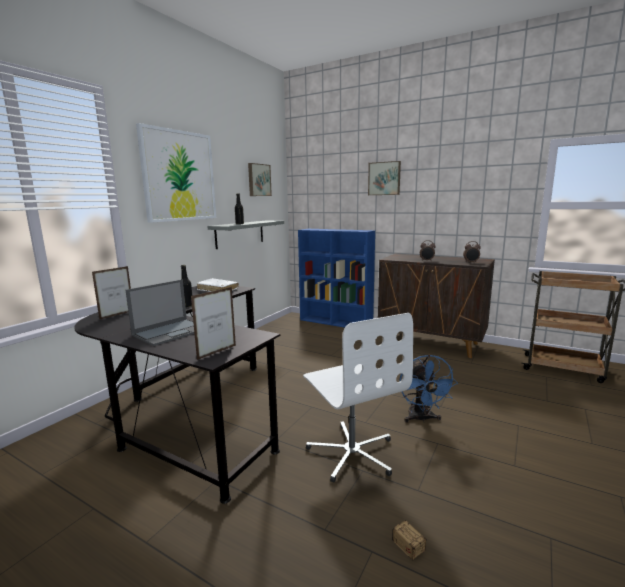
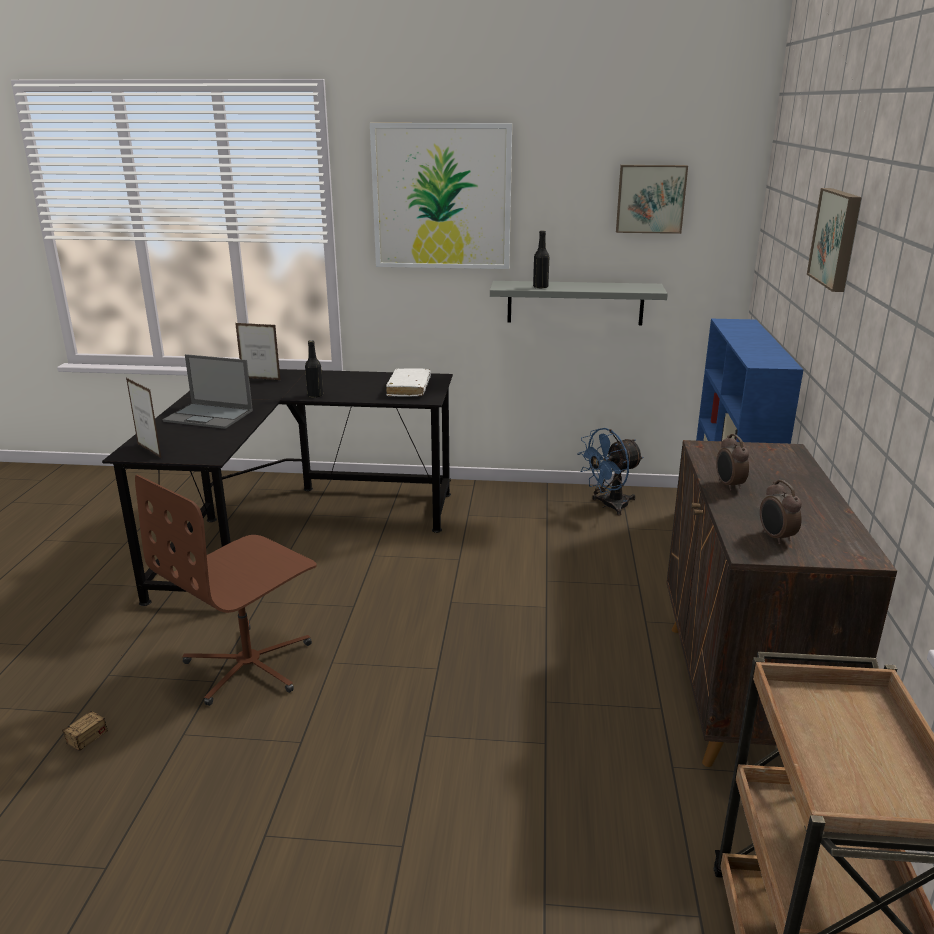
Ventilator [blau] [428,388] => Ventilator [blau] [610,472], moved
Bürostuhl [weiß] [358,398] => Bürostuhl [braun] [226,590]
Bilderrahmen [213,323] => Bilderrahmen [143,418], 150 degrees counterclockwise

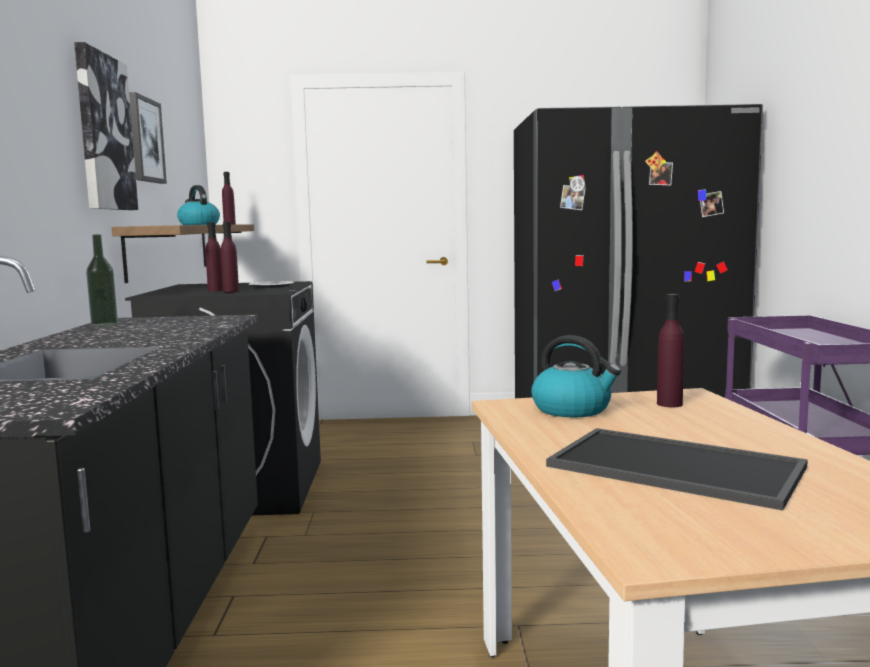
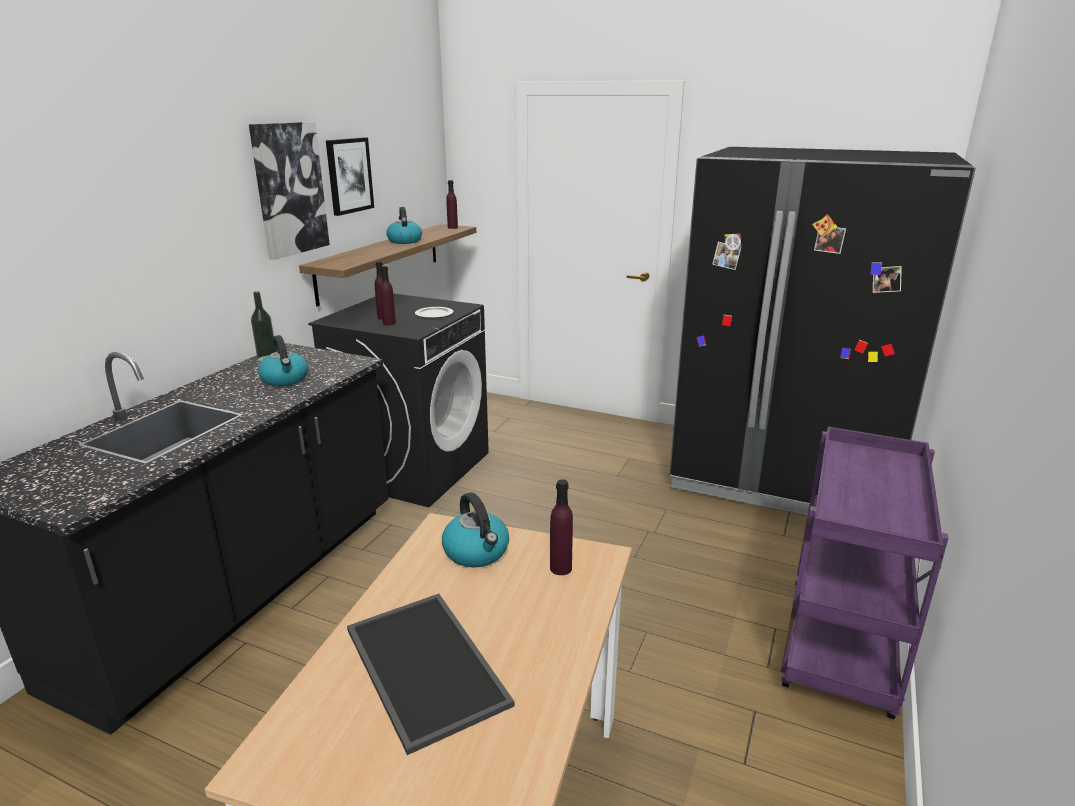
nothing => Wasserkessel [283,360]

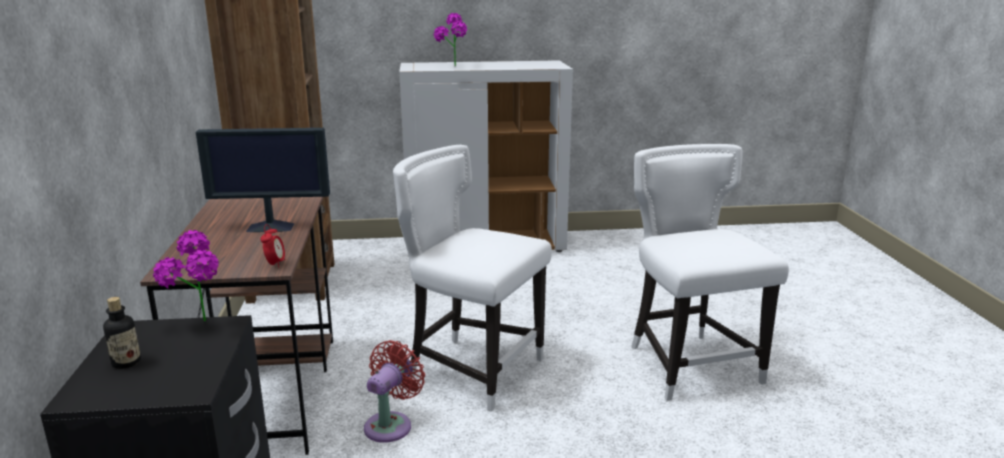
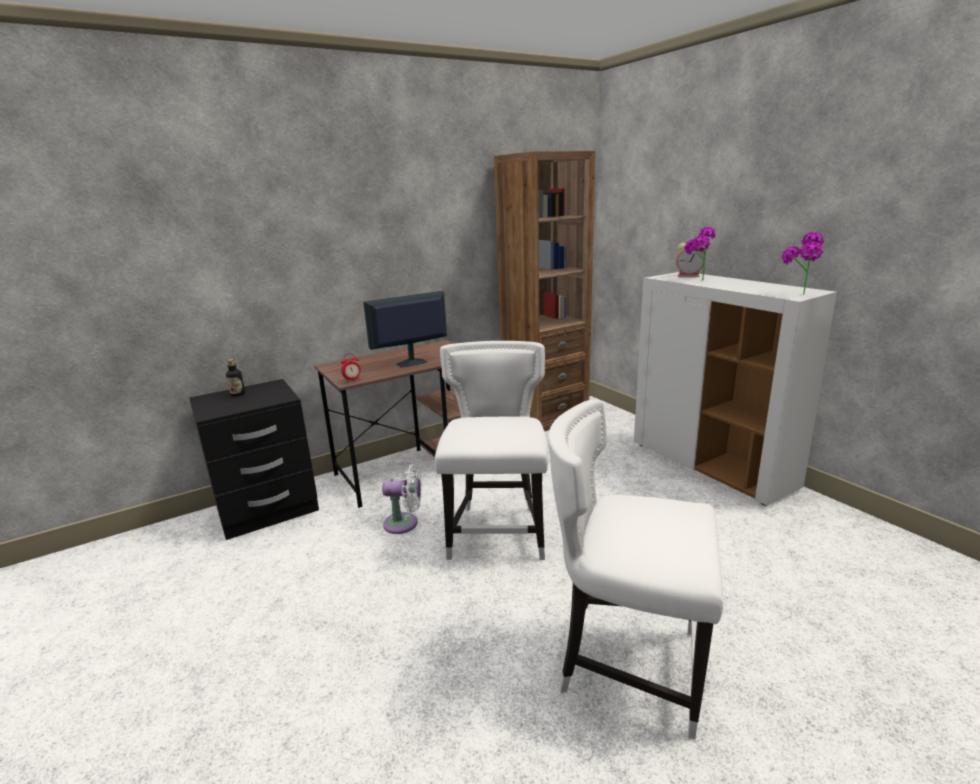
nothing => Wecker [690,260]
Topfpflanze [186,275] => Topfpflanze [803,263], moved
Ventilator [rot] [394,391] => Ventilator [weiß] [402,499]
Monitor [263,180] => Monitor [405,329], 90 degrees clockwise
Stuhl [weiß] [710,272] => Stuhl [weiß] [635,569], 120 degrees counterclockwise

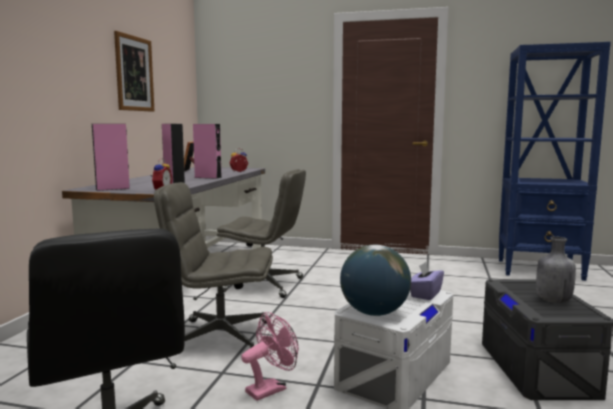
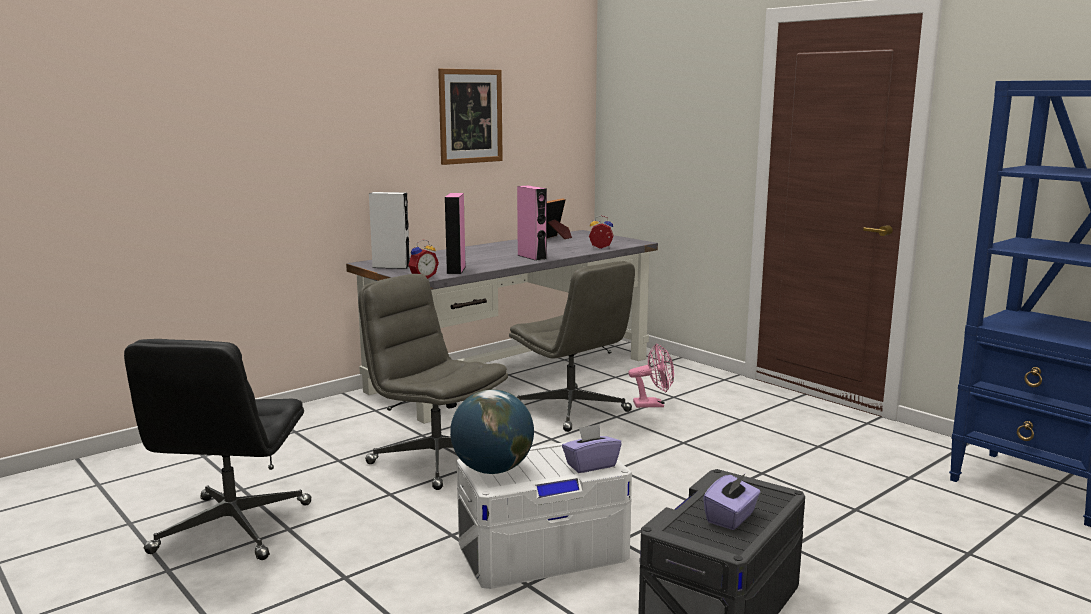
Ventilator [rosa] [269,356] => Ventilator [rosa] [651,375], moved
Flasche [grau] [556,270] => Taschentuchbox [lila] [731,501]
Lautsprecher [rosa] [111,157] => Lautsprecher [weiß] [389,230]

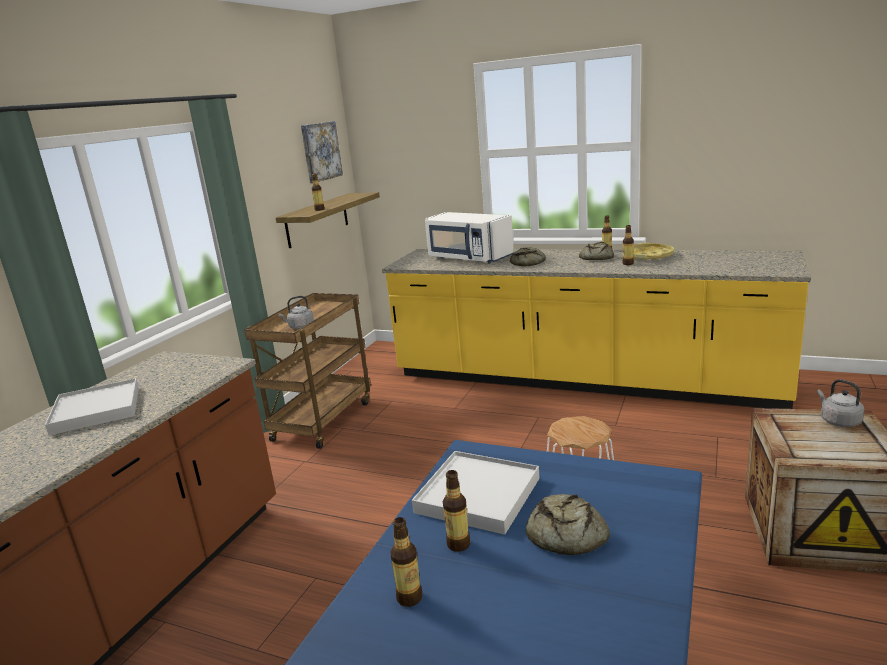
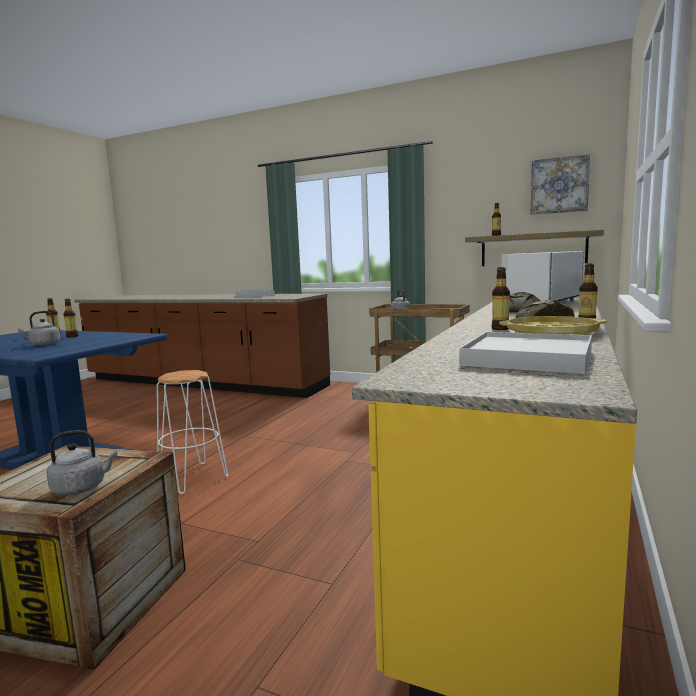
Tablett [weiß] [475,493] => Tablett [weiß] [525,353], moved
Brot [568,524] => Wasserkessel [grau] [39,328]

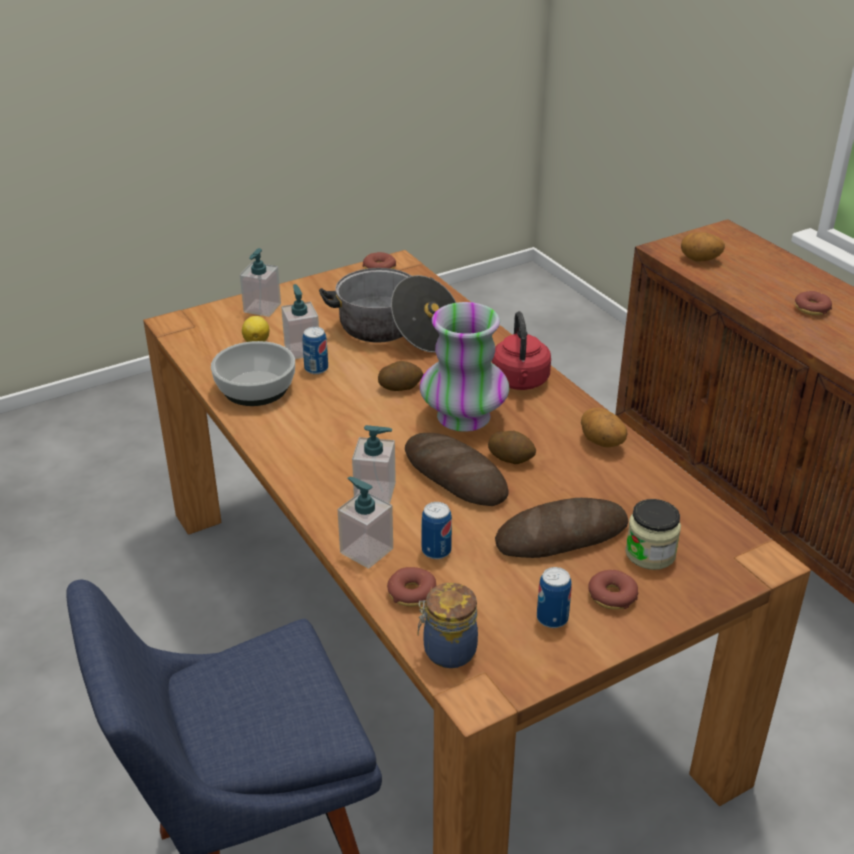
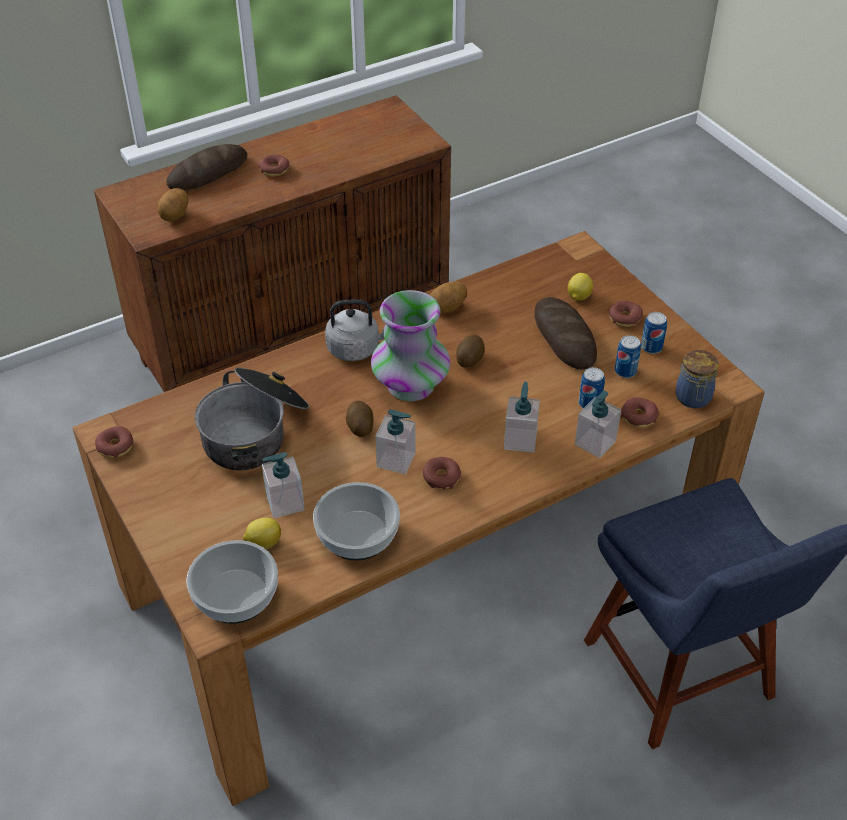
nothing => Schüssel [232,582]
nothing => Donut [442,473]
Seifenspender [260,282] => Seifenspender [395,441], moved
Dose [315,350] => Dose [628,356], moved
Brot [457,469] => Brot [207,167], moved
Vorratsglas [653,534] => Zitrone [580,287]
Wasserkessel [rot] [521,350] => Wasserkessel [grau] [355,330]

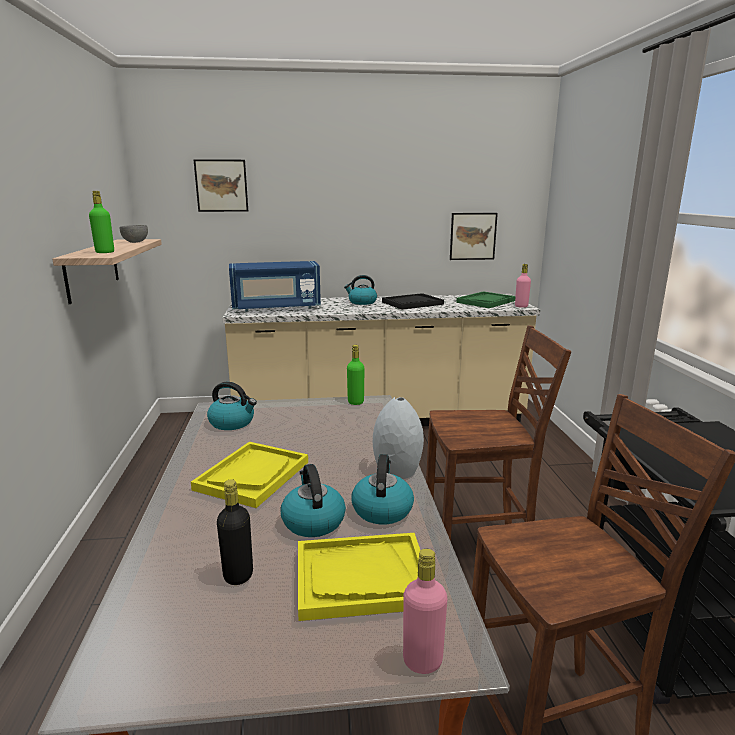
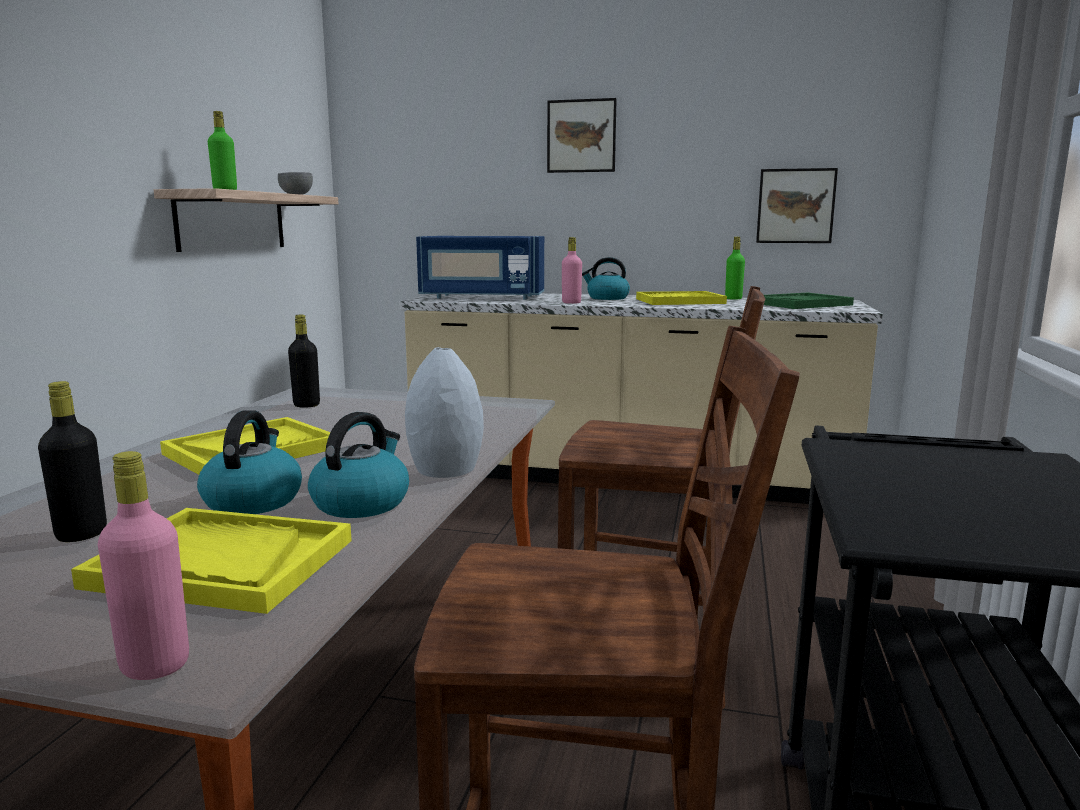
Bild [220,185] => Bild [582,135], moved
Flasche [grün] [355,375] => Flasche [grün] [735,268], moved
Flasche [rosa] [523,286] => Flasche [rosa] [572,270], moved
Wasserkessel [232,406] => Flasche [schwarz] [304,361]
Tablett [schwarz] [413,301] => Tablett [gelb] [681,298]

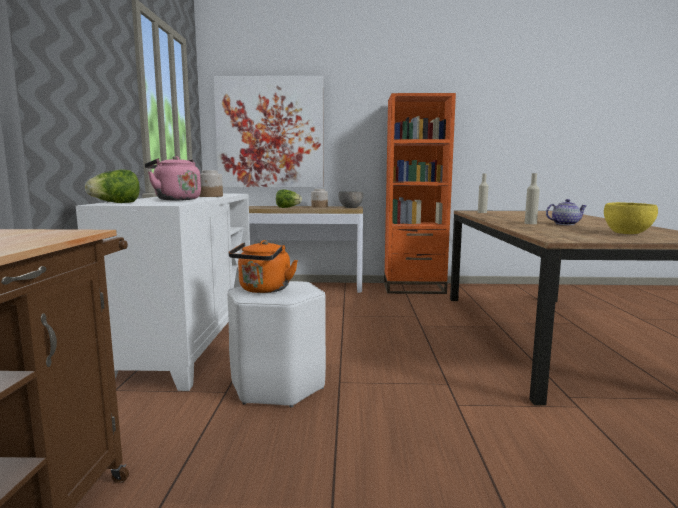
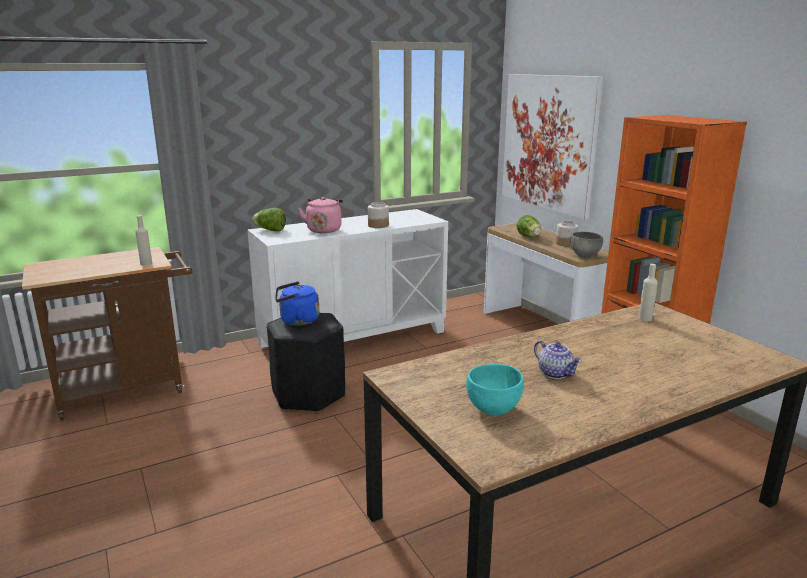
Flasche [beige] [532,198] => Flasche [beige] [143,240], moved
Hocker [weiß] [276,344] => Hocker [schwarz] [306,362]
Wasserkessel [orange] [263,266] => Wasserkessel [blau] [297,304]
Schüssel [gelb] [631,218] => Schüssel [türkis] [495,389]

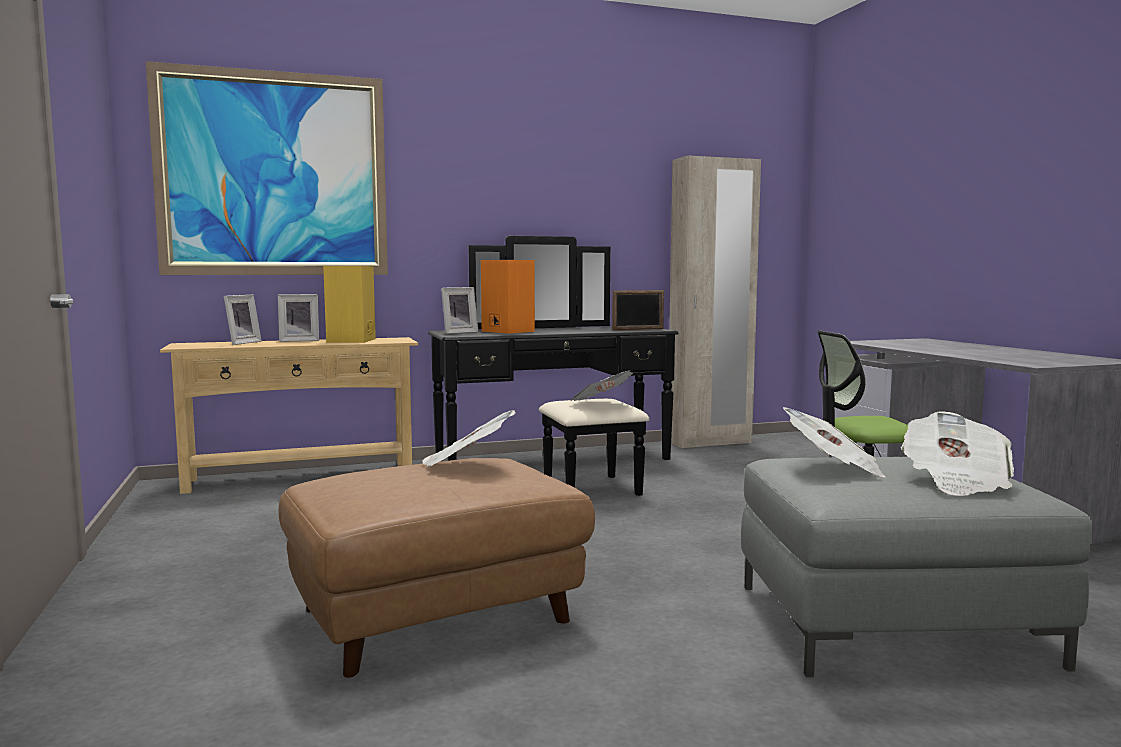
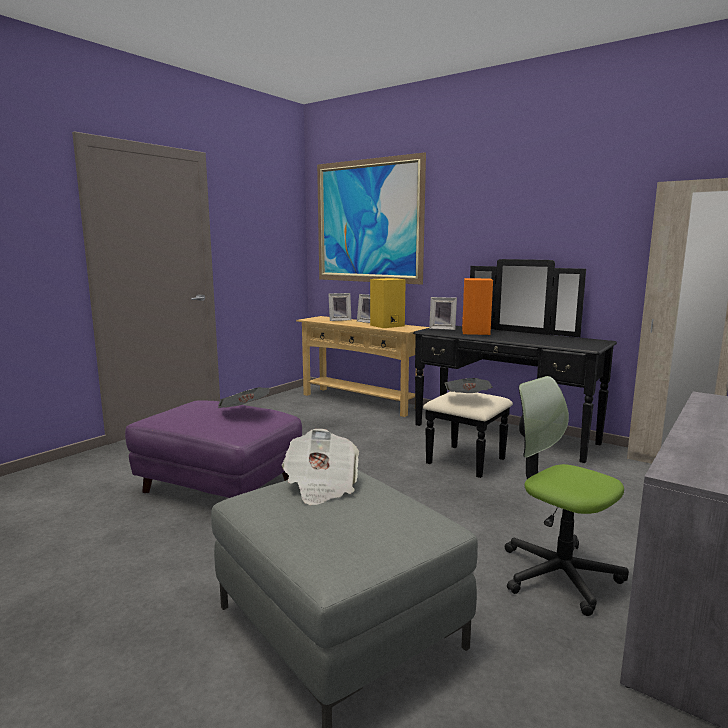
Bilderrahmen [638,310] => nothing
Zeitung [957,453] => nothing
Polsterhocker [braun] [436,568] => Polsterhocker [lila] [213,449]

